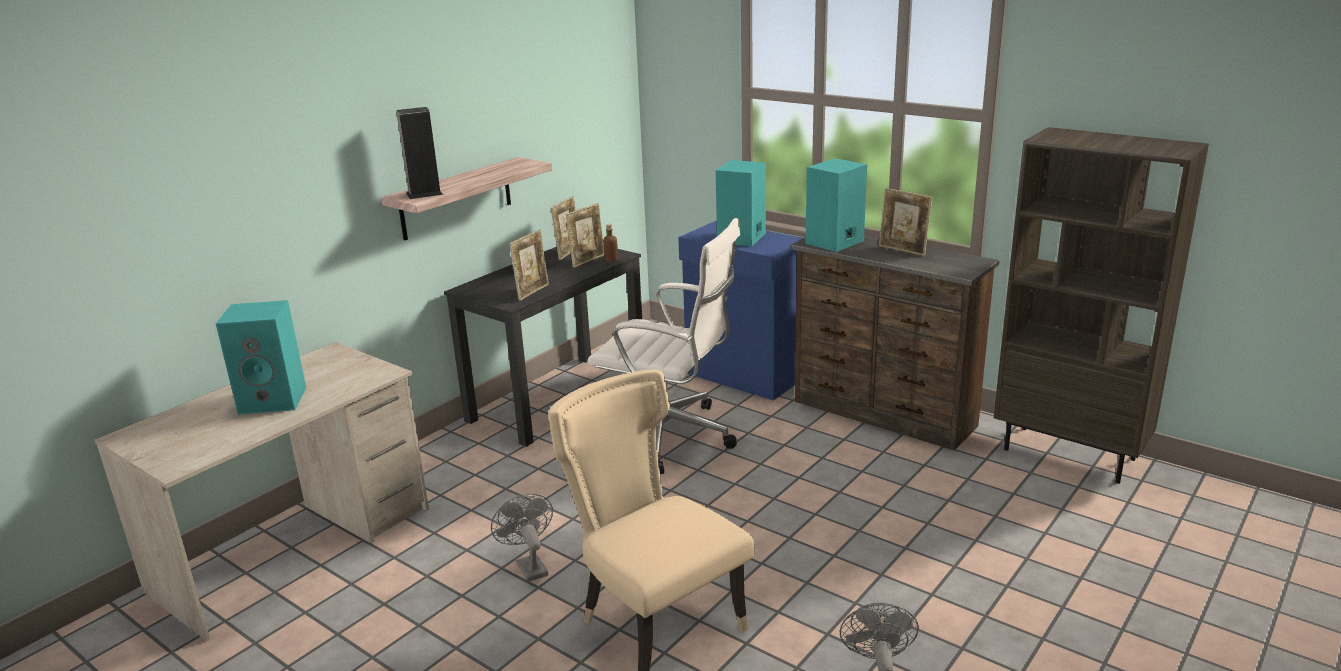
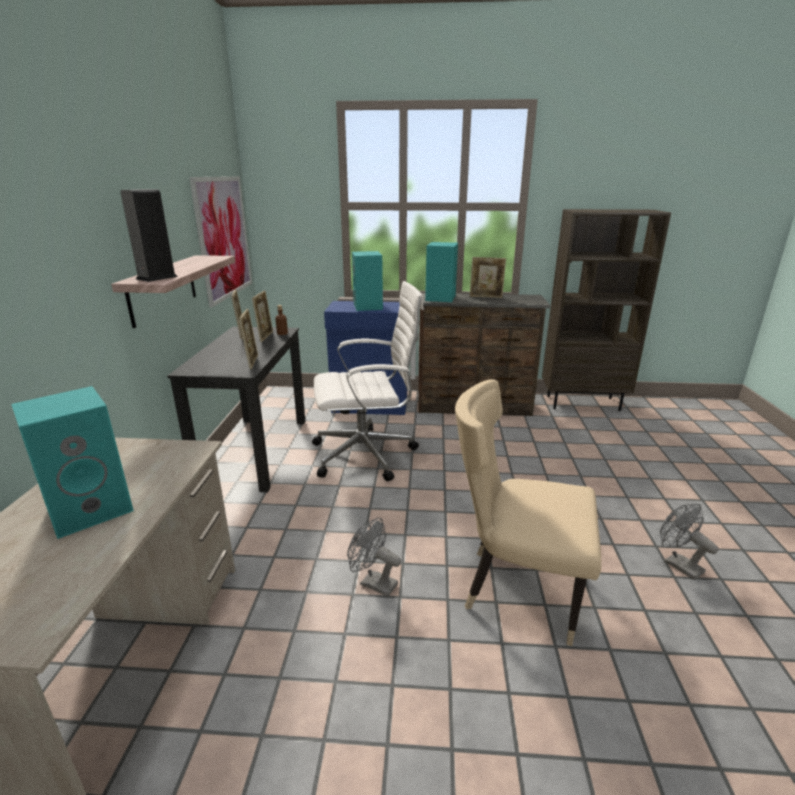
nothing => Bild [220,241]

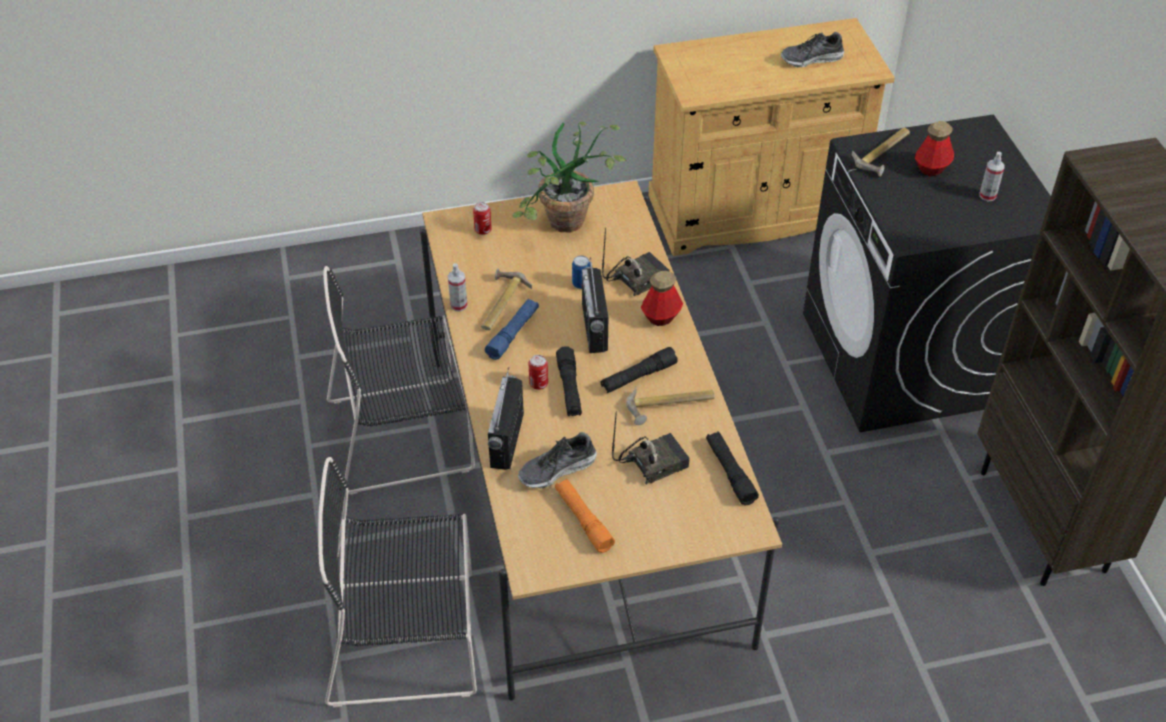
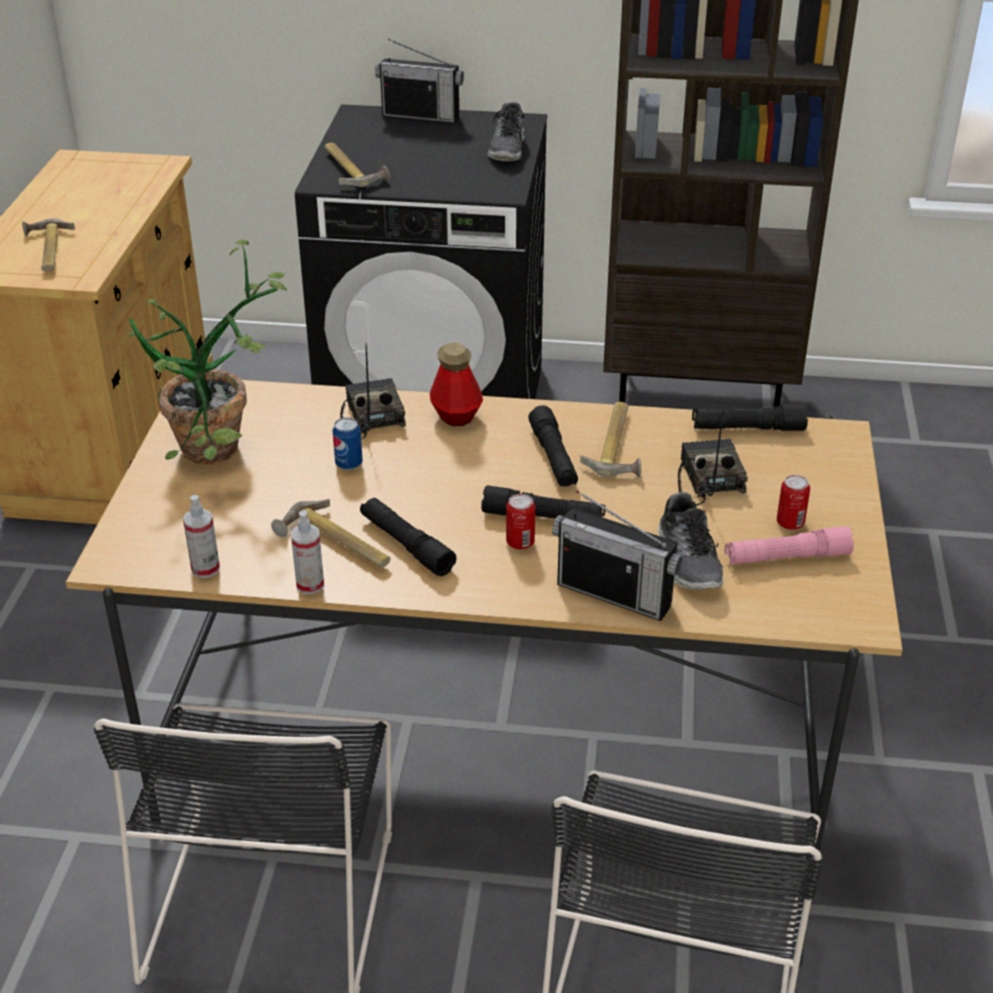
Flasche [934,148] => nothing
nothing => Hammer [48,245]
Dose [482,218] => Dose [793,502], moved
Radio [594,305] => Radio [419,80], moved
Schuh [812,49] => Schuh [506,131], moved
Sprühflasche [992,176] => Sprühflasche [201,536], moved
Taschenlampe [blau] [512,329] => Taschenlampe [schwarz] [408,536]
Taschenlampe [orange] [585,515] => Taschenlampe [rosa] [789,545]

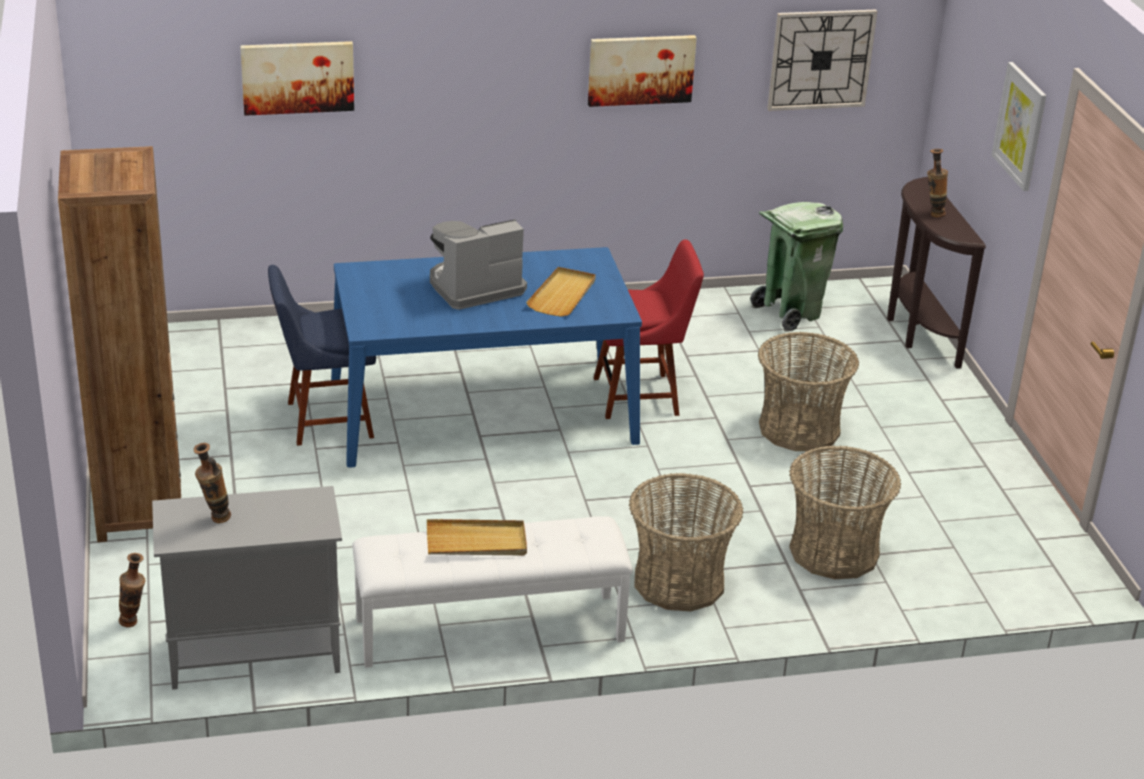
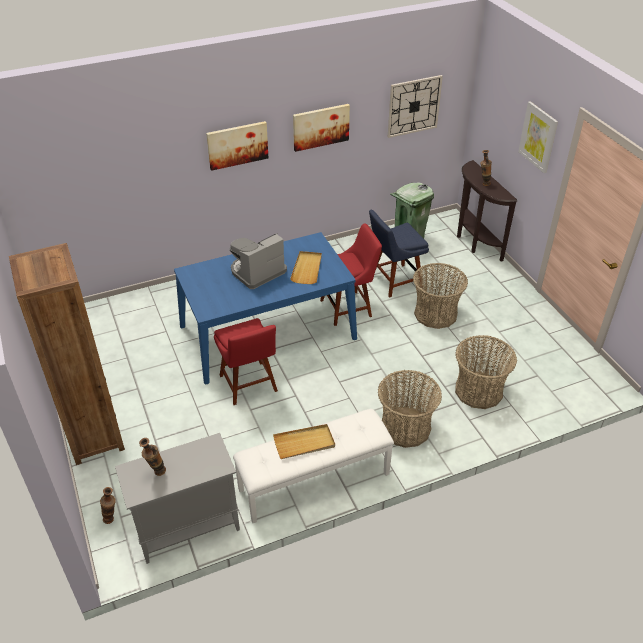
nothing => Stuhl [rot] [246,361]
Bild [297,78] => Bild [237,146], moved
Stuhl [blau] [322,355] => Stuhl [blau] [399,254], moved

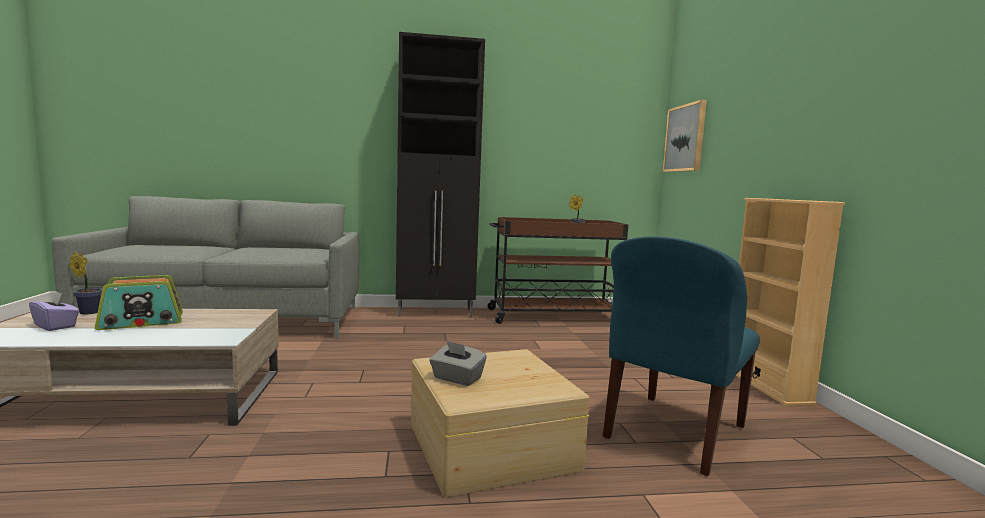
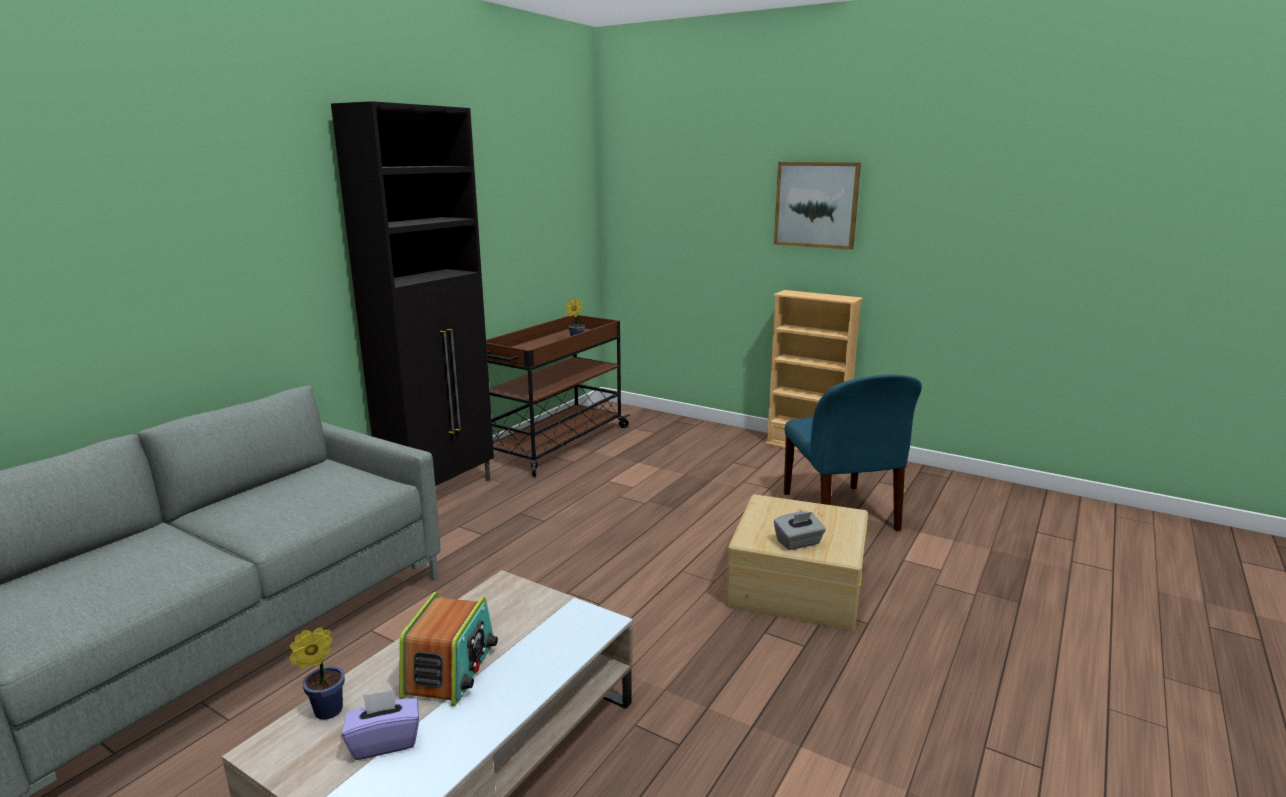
Bild [685,136] => Bild [817,206], moved

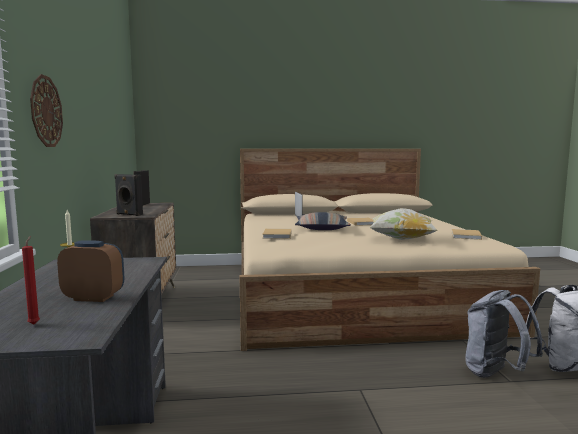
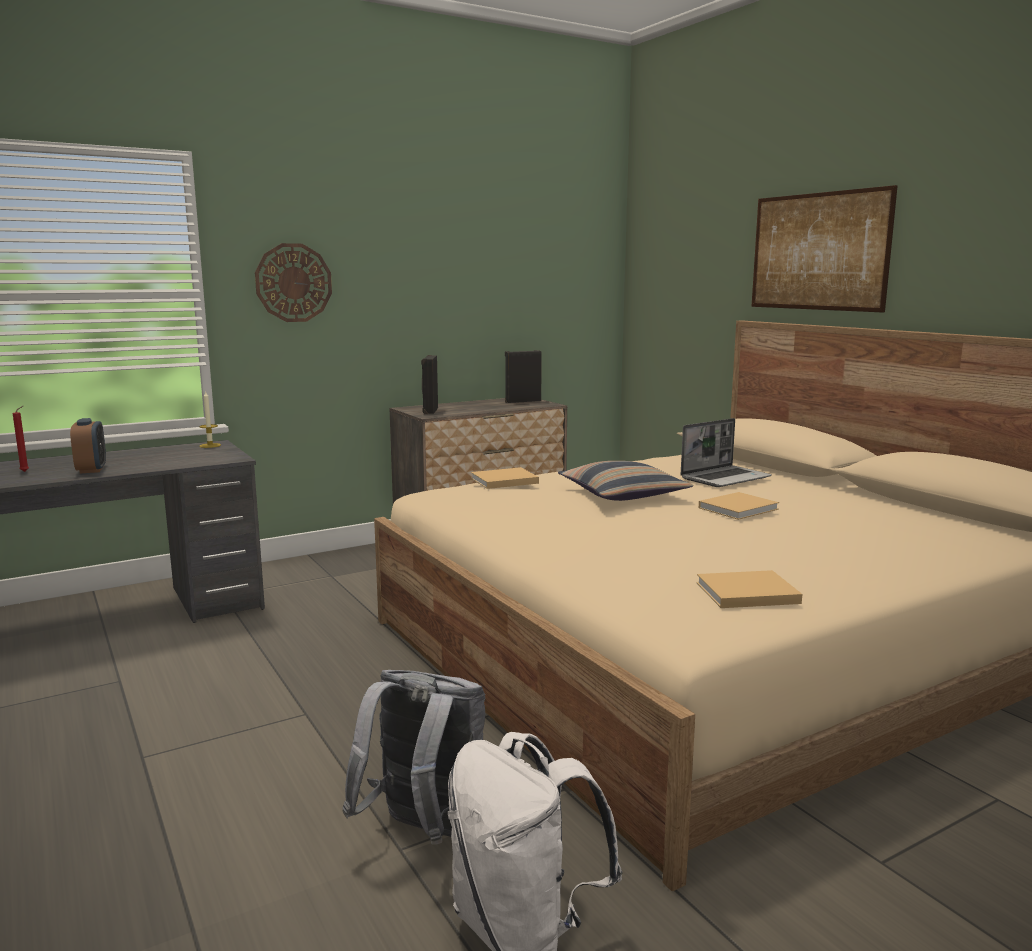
Kissen [403,224] => nothing
nothing => Bild [825,249]

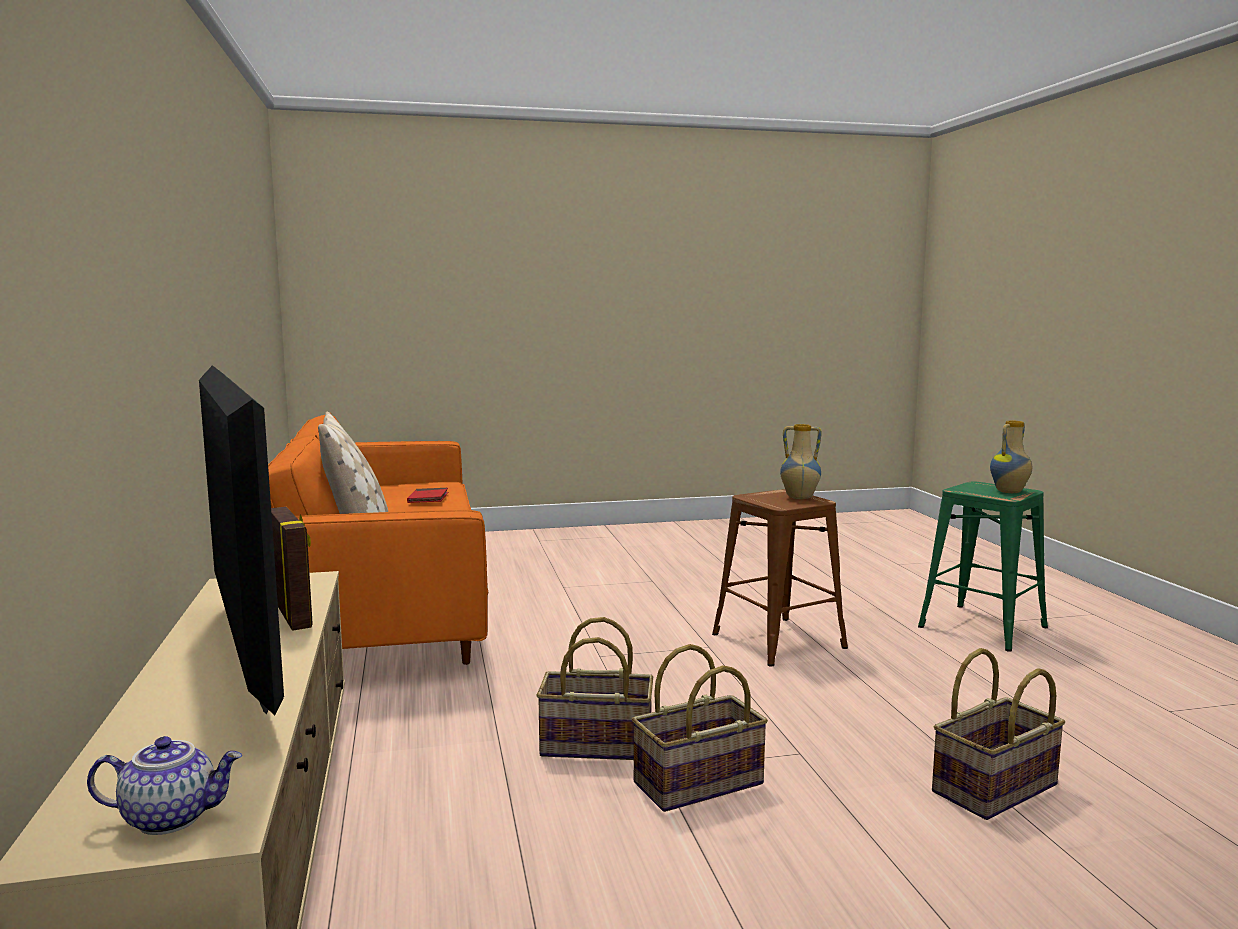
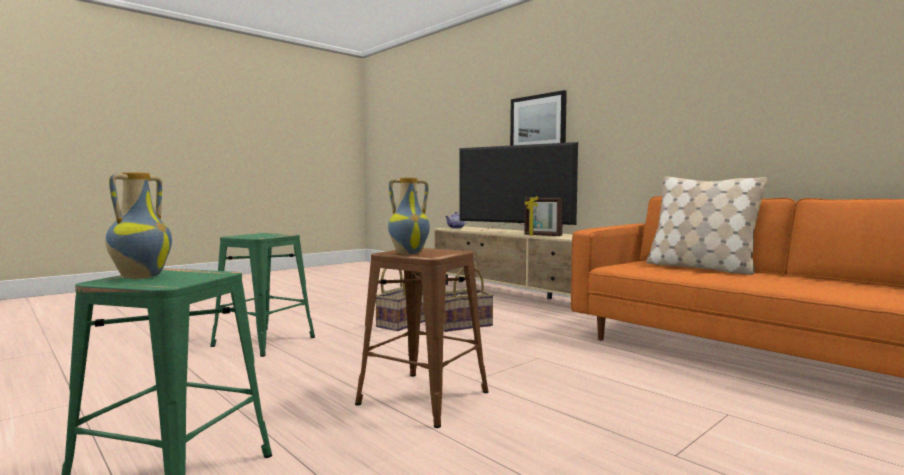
Buch [rot] [427,495] => nothing
nothing => Bild [538,118]
Korb [998,734] => Hocker [grün] [262,295]

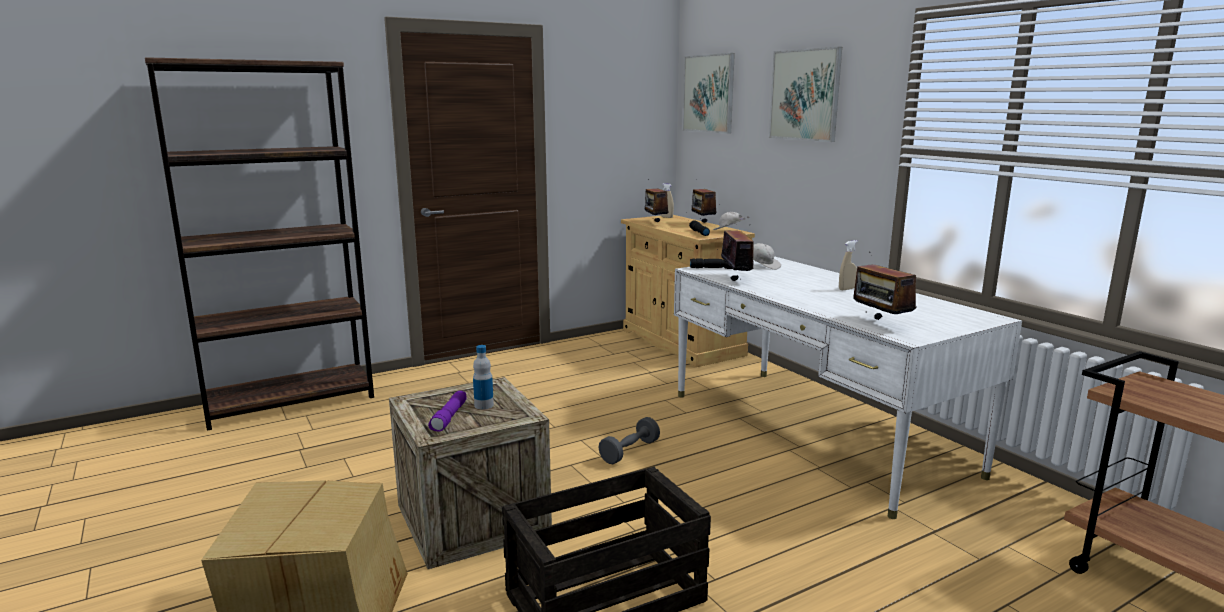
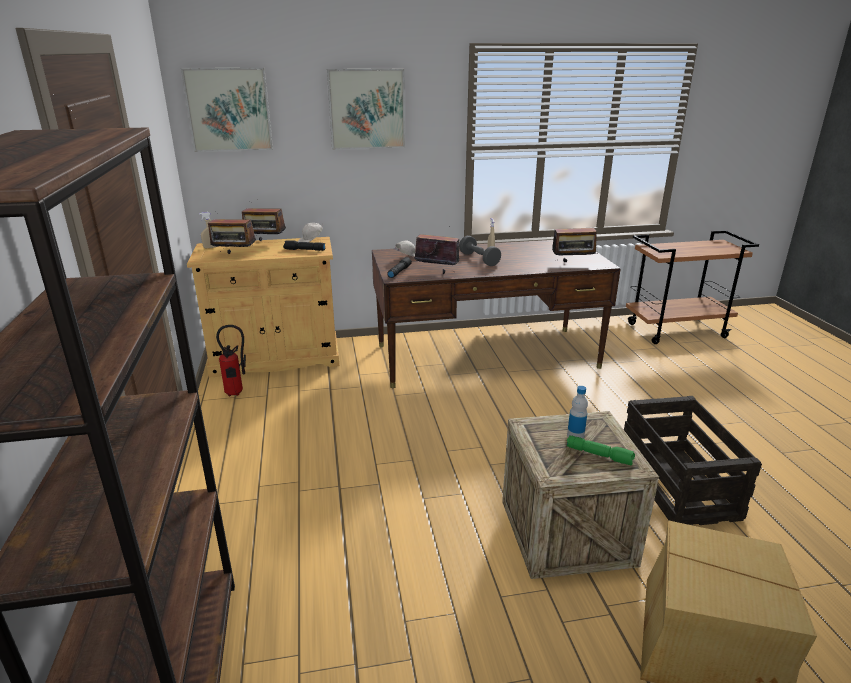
nothing => Feuerlöscher [231,360]
Hantel [grau] [629,440] => Hantel [grau] [480,251], moved
Taschenlampe [lila] [447,411] => Taschenlampe [grün] [600,450]
Schreibtisch [weiß] [848,387] => Schreibtisch [braun] [496,314]

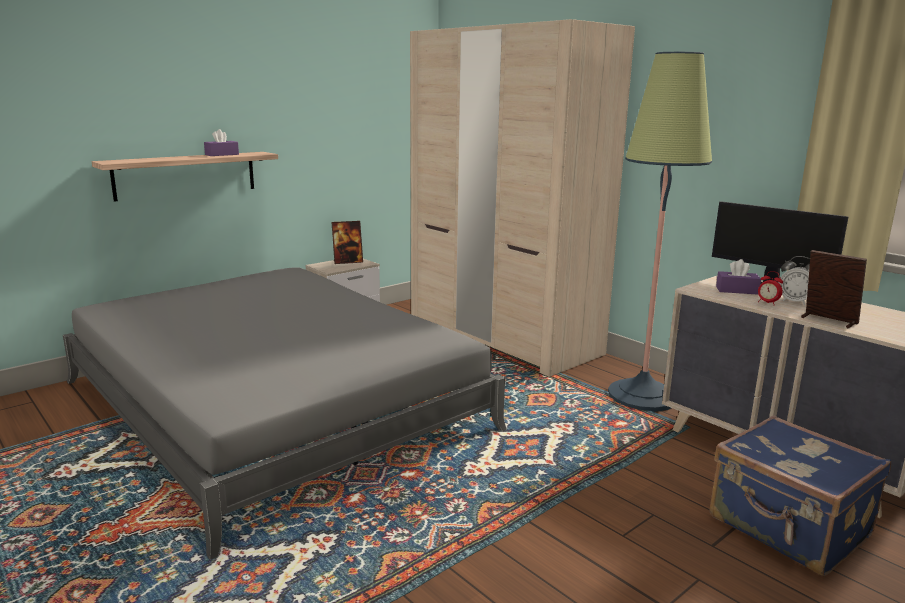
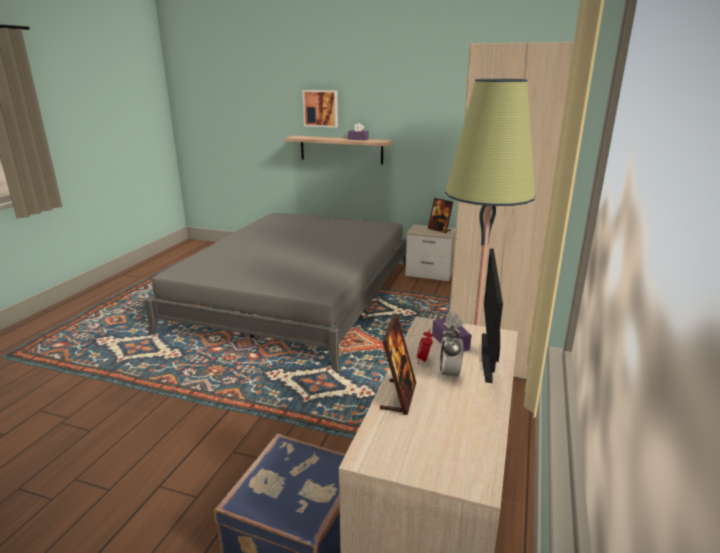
nothing => Bild [320,109]

